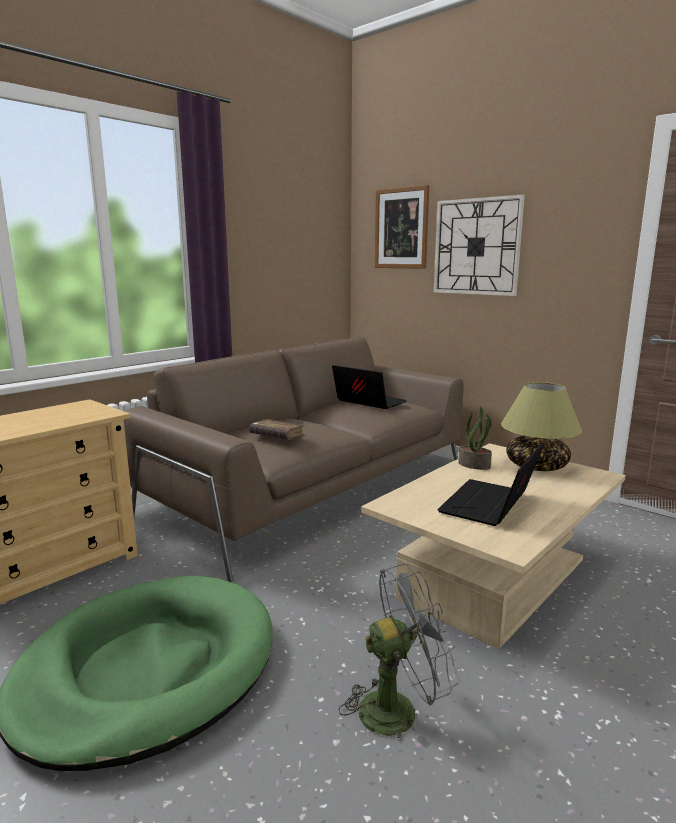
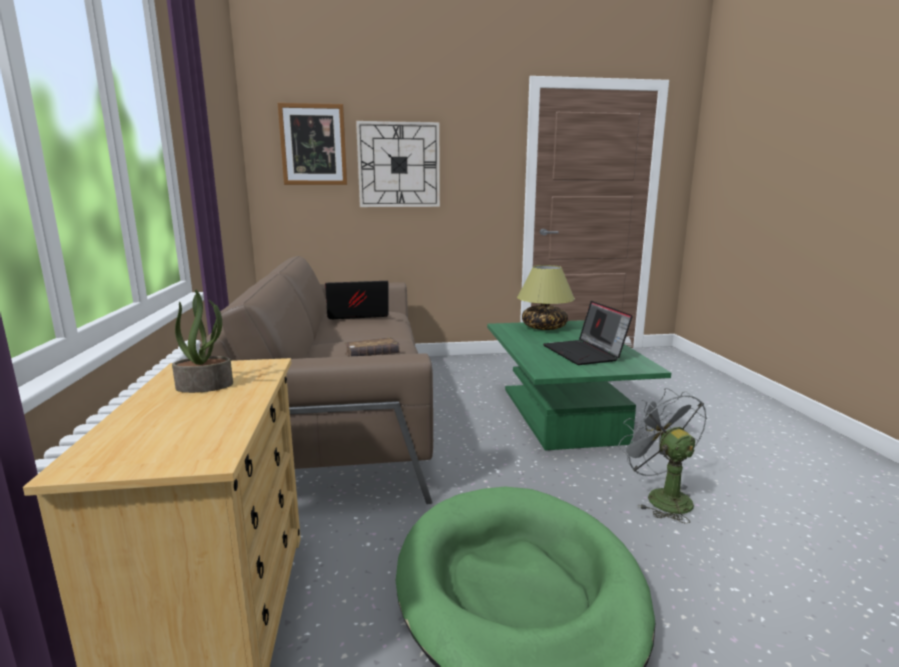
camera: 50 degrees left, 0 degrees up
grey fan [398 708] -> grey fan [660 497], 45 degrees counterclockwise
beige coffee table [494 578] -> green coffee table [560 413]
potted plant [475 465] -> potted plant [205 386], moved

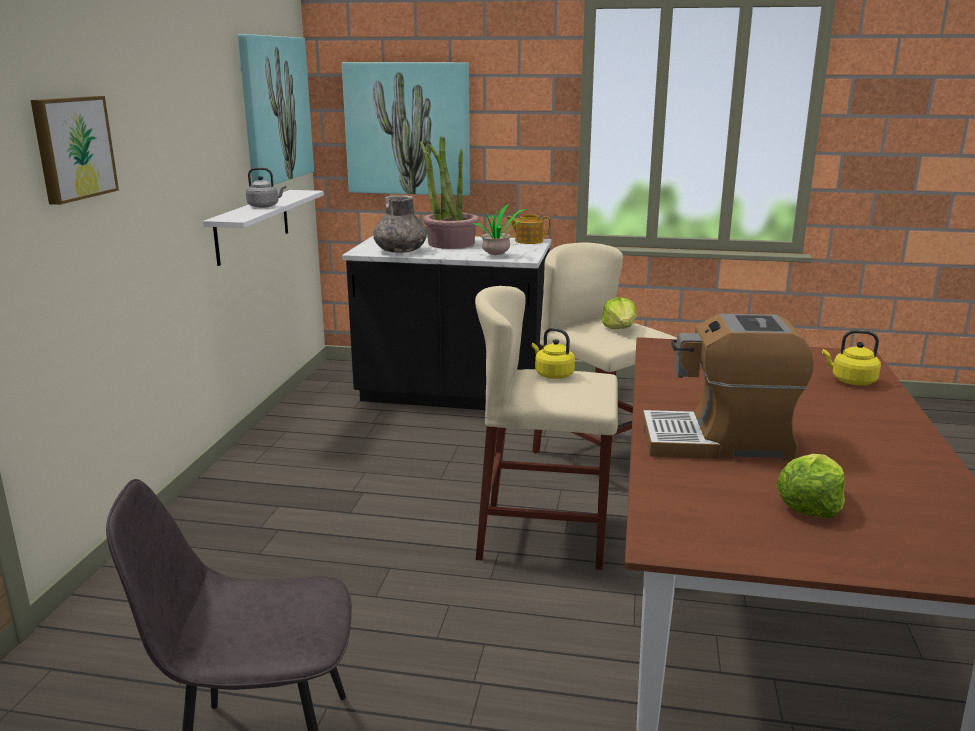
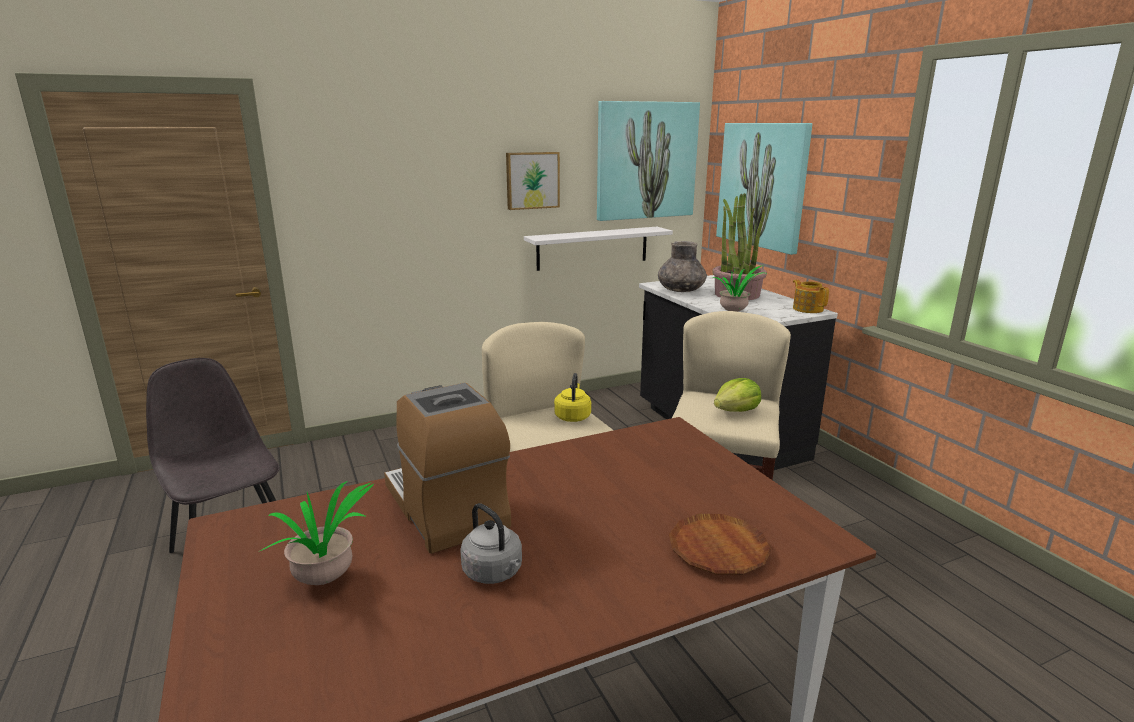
camera: 55 degrees right, 0 degrees up
picture [72 148] -> picture [532 180], moved
grey kettle [265 206] -> grey kettle [494 573], moved
lettuce [809 505] -> potted plant [328 580]
yellow kettle [851 381] -> brown plate [718 550]

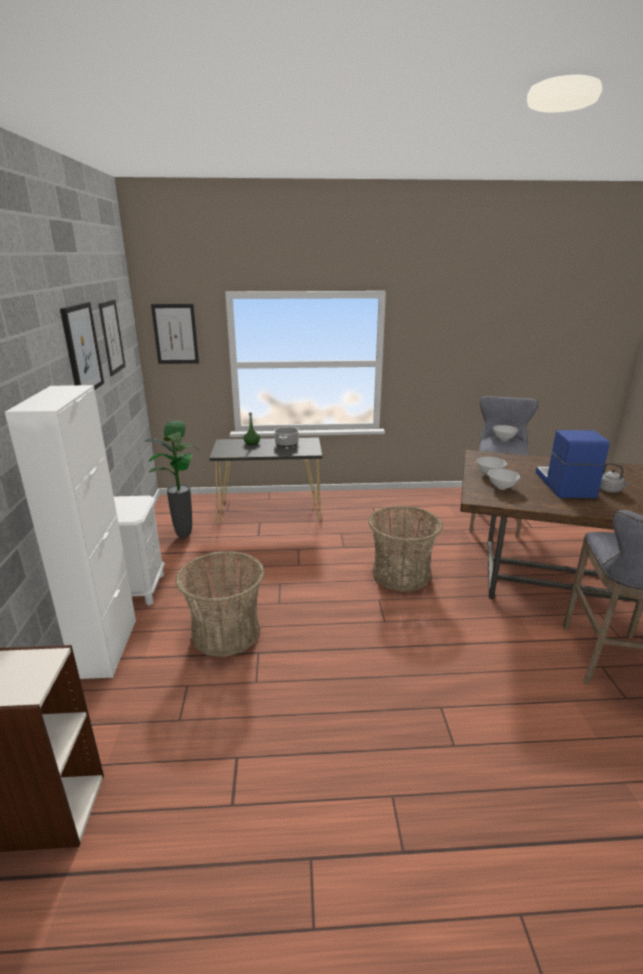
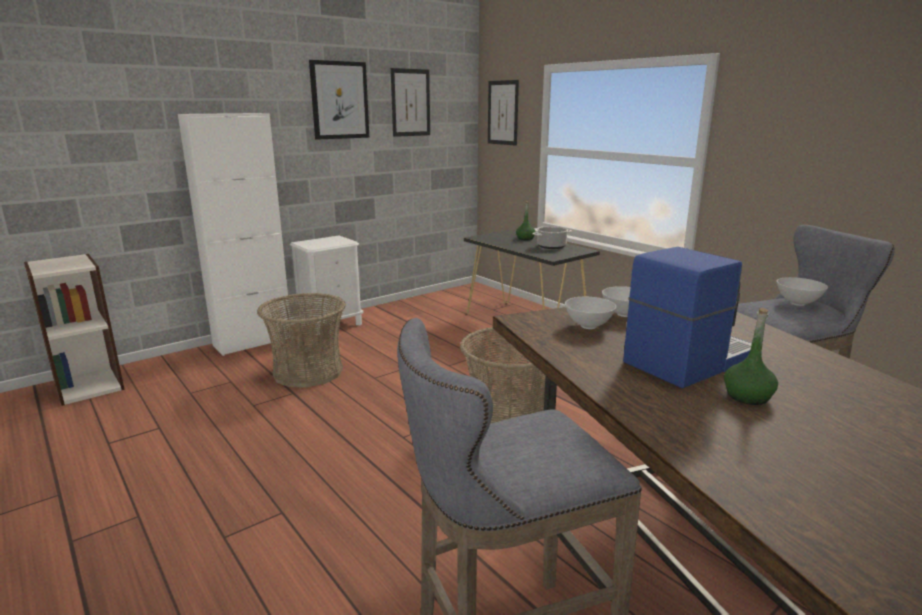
camera: 55 degrees right, 5 degrees down
potted plant [185 535] -> none
grey kettle [610 490] -> green bottle [747 396]

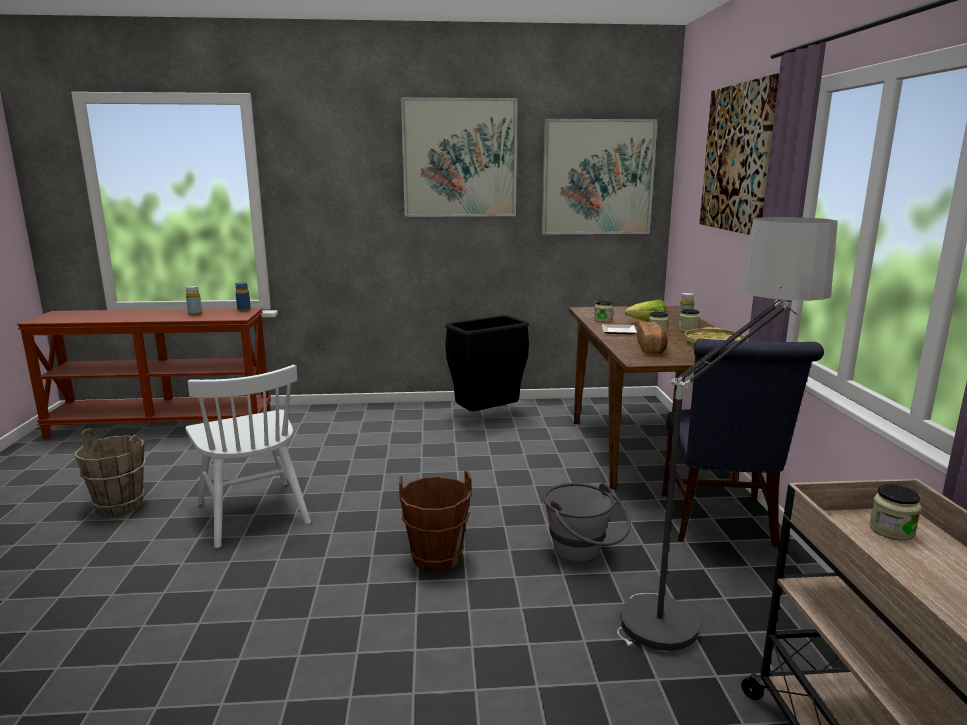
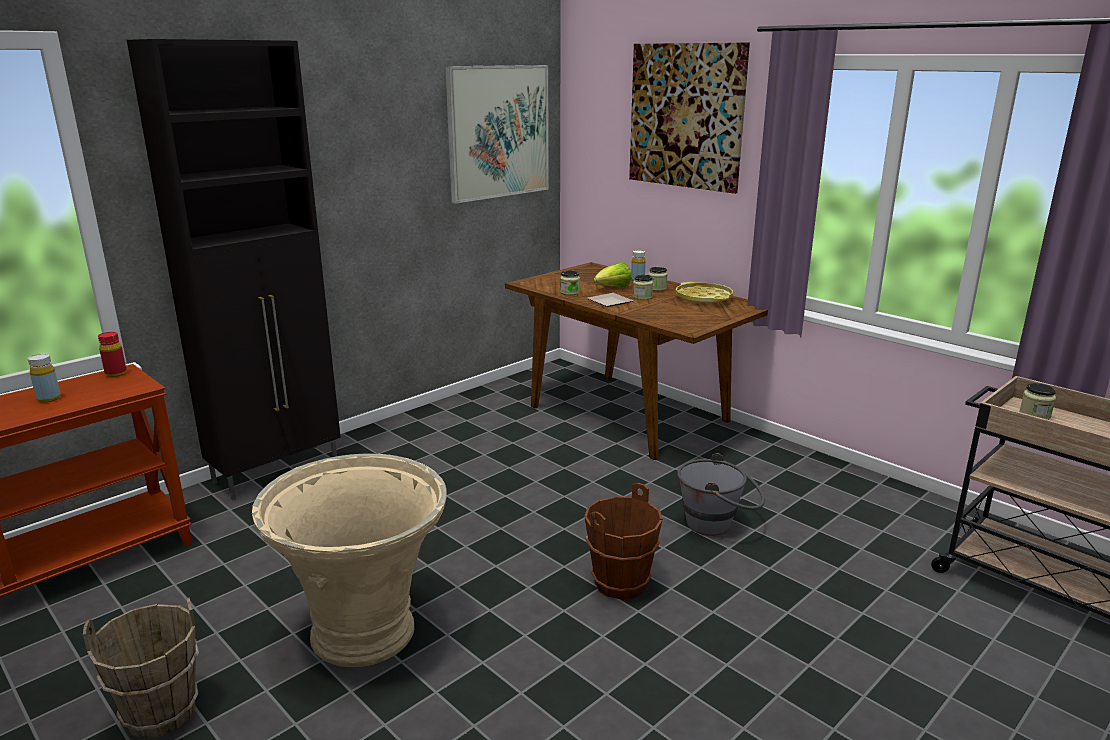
camera: 40 degrees left, 5 degrees up
white chair [253 513] -> beige planter [366 633]
blue bottle [244 310] -> red bottle [116 374]
picture [459 158] -> none
black trash can [487 417] -> none
floor lamp [700 606] -> none
bread [651 348] -> none
blue chair [719 523] -> none
none -> black cabinet [278 471]

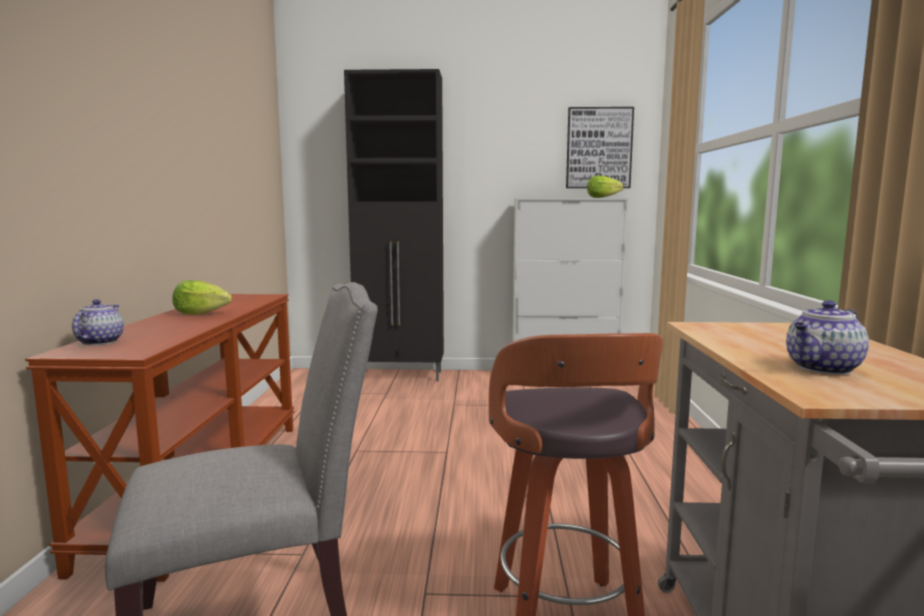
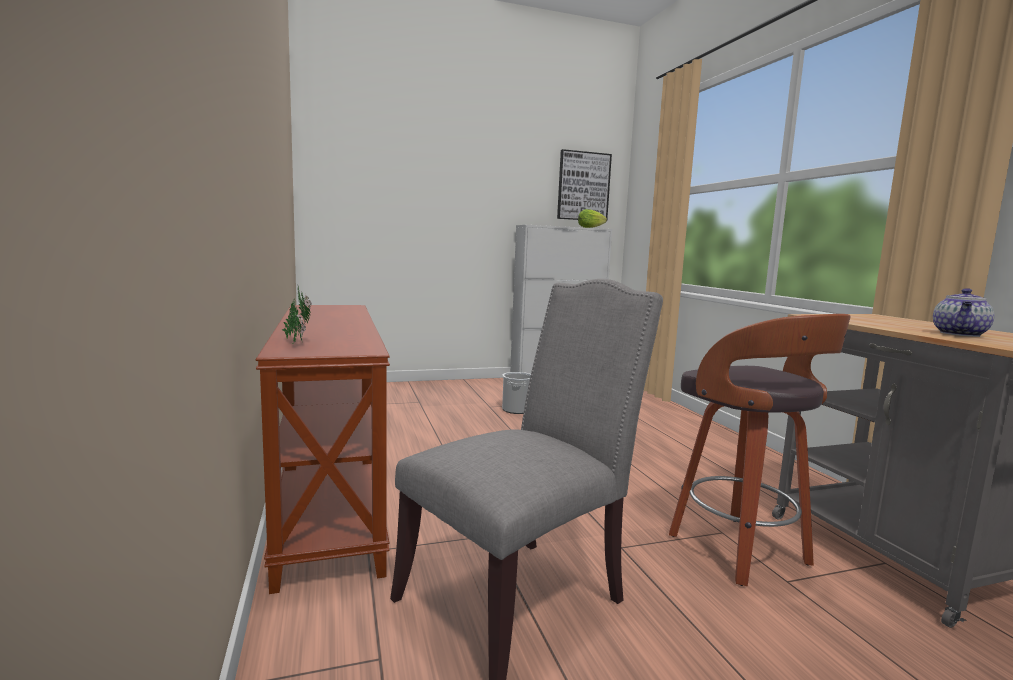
camera: 20 degrees left, 0 degrees up
teapot [100 342] -> potted plant [296 343]
lettuce [200 314] -> none
black cabinet [401 376] -> none
none -> bucket [516 410]

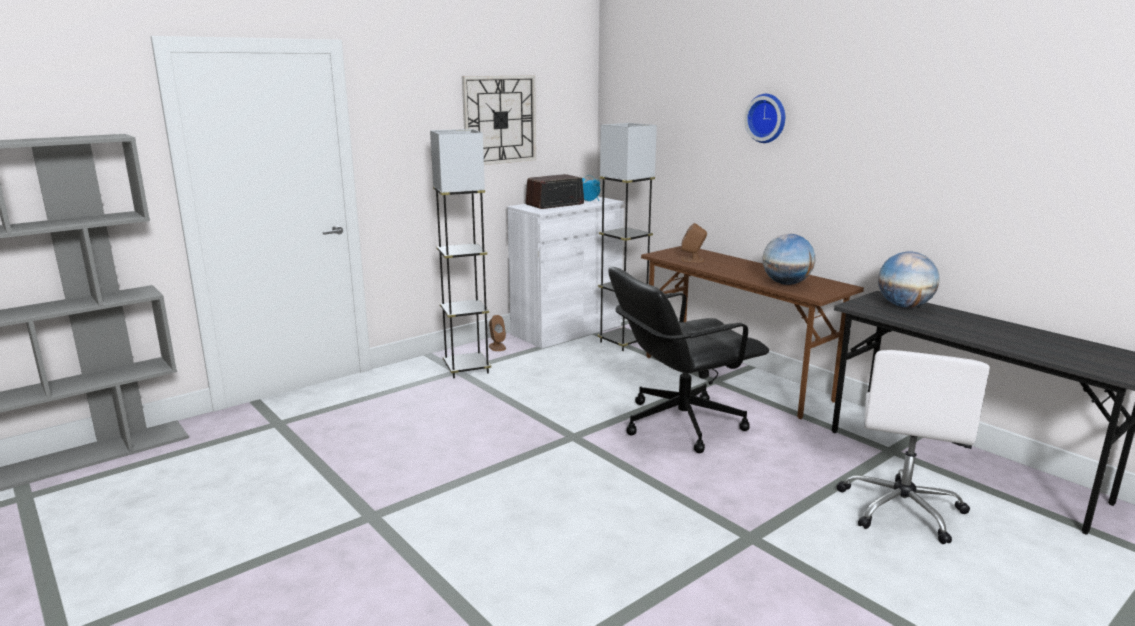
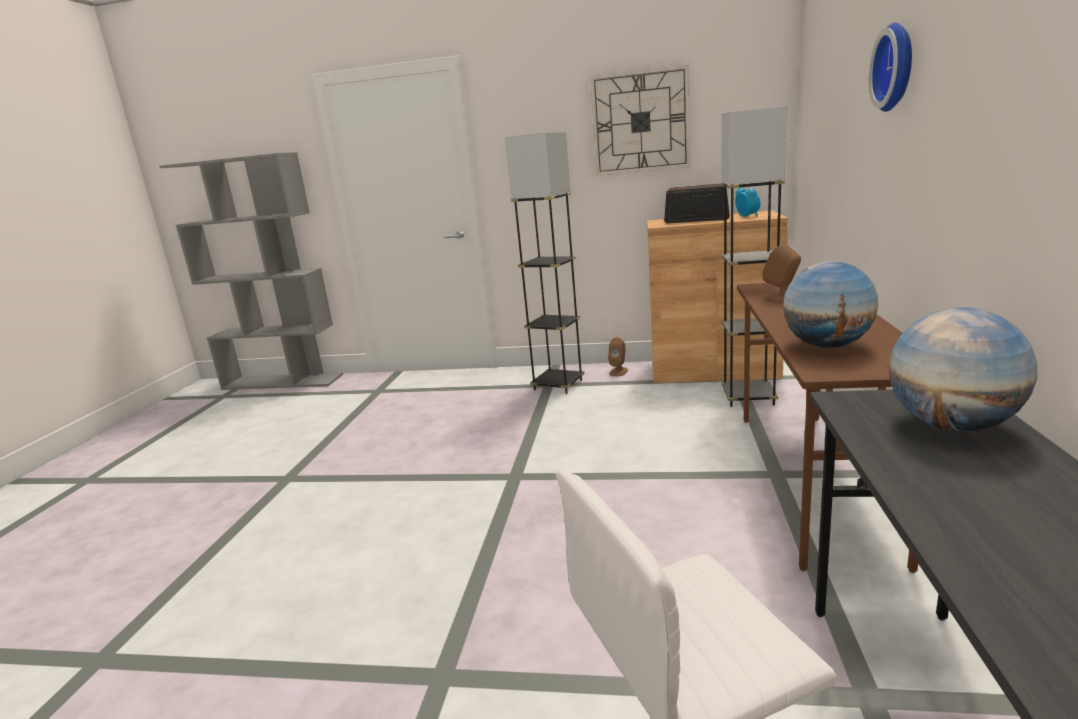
camera: 50 degrees right, 0 degrees up
white cabinet [566 330] -> brown cabinet [713 370]
black office chair [680 423] -> none

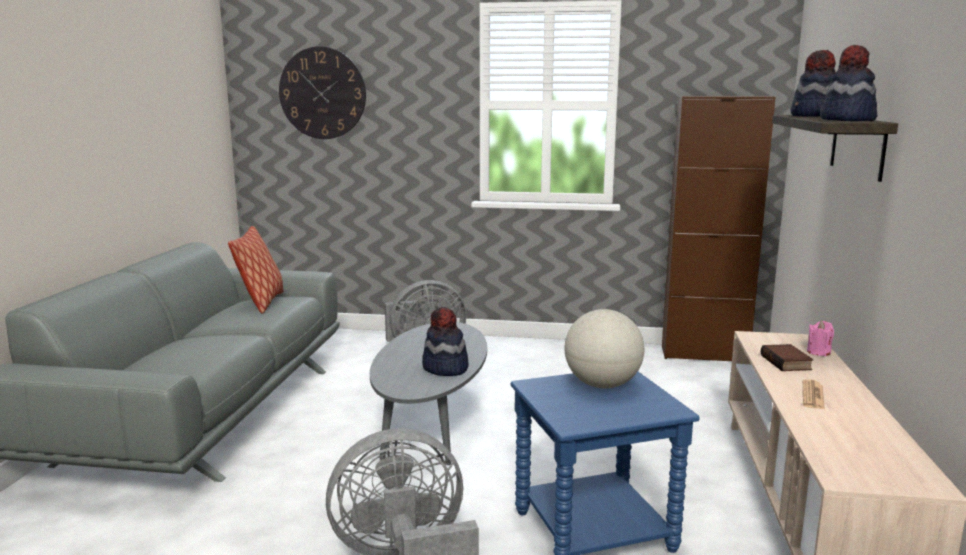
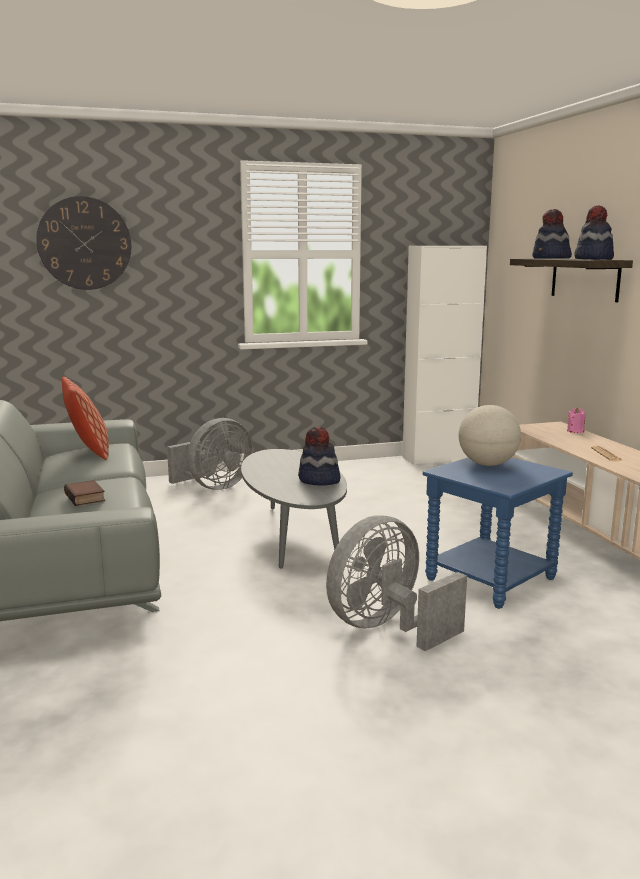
camera: 25 degrees left, 0 degrees up
brown cabinet [704 354] -> white cabinet [438 458]
book [787 362] -> book [86 497], moved

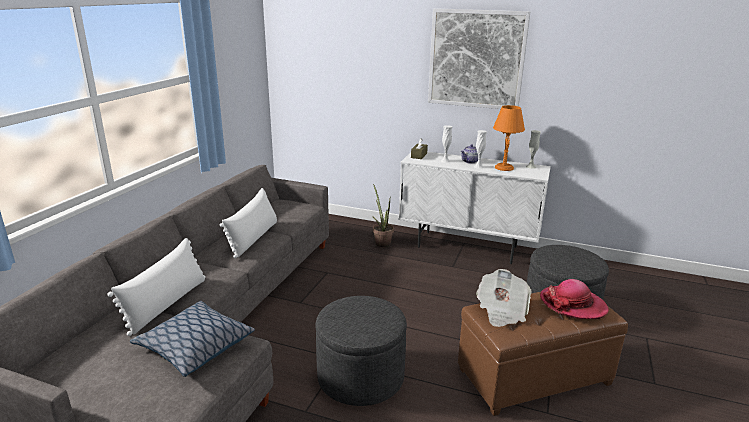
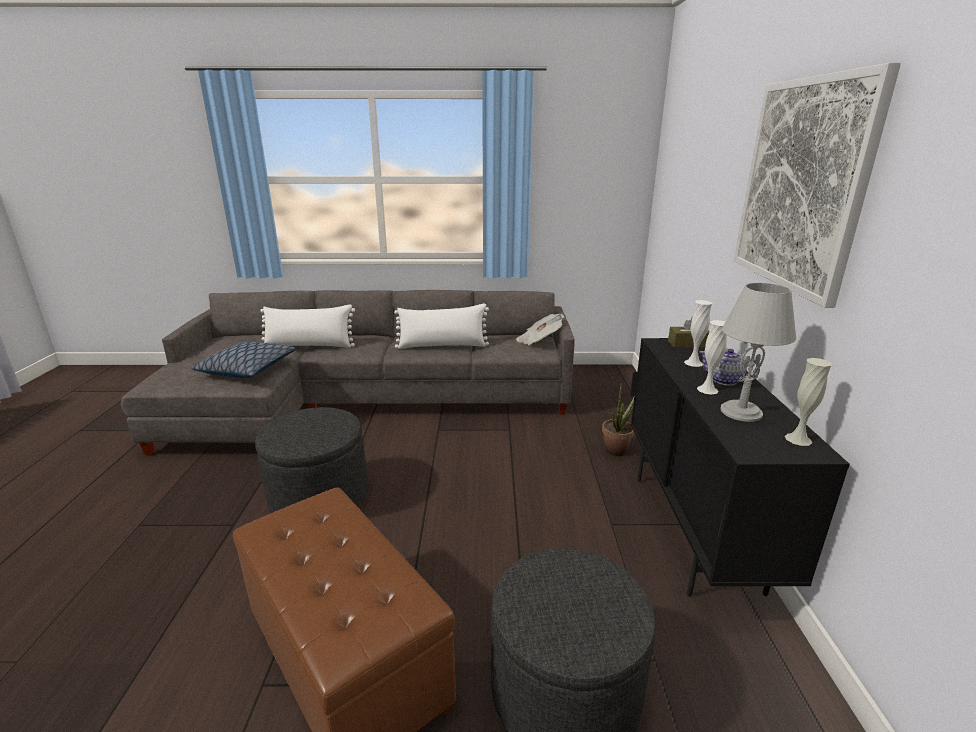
camera: 70 degrees right, 0 degrees up
white cabinet [467 247] -> black cabinet [693 530]
newspaper [501 311] -> newspaper [539 341], moved
orange table lamp [504 168] -> grey table lamp [741 412]
hat [573 304] -> none

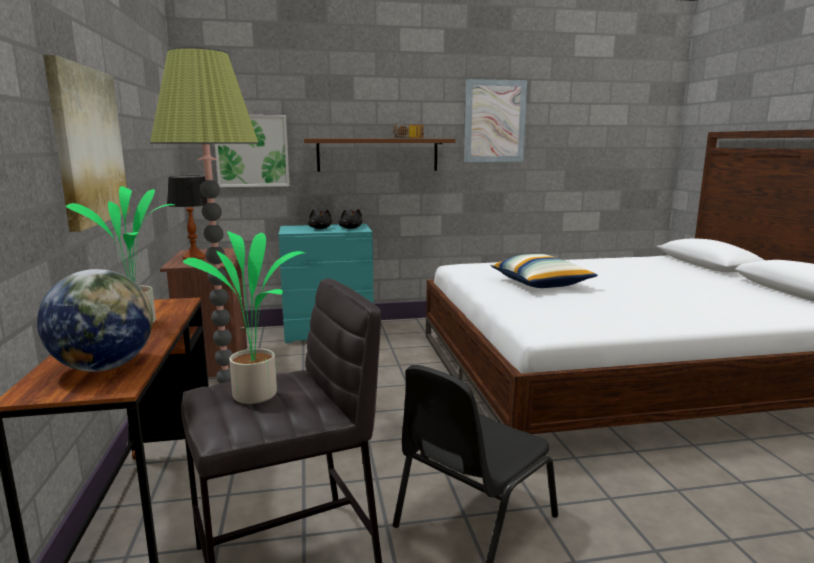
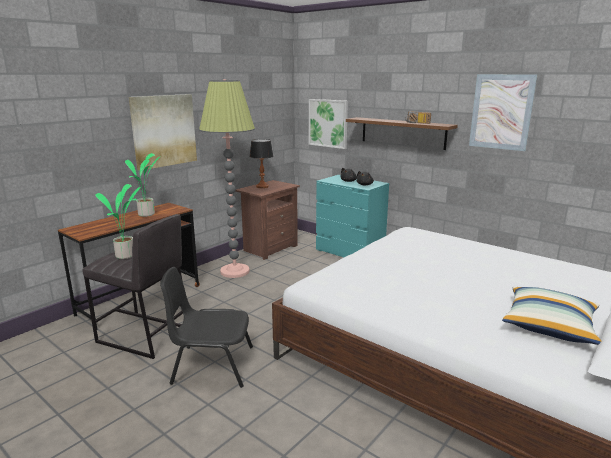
camera: 50 degrees right, 5 degrees up
globe [104 367] -> none
pillow [541 284] -> pillow [549 326], moved

